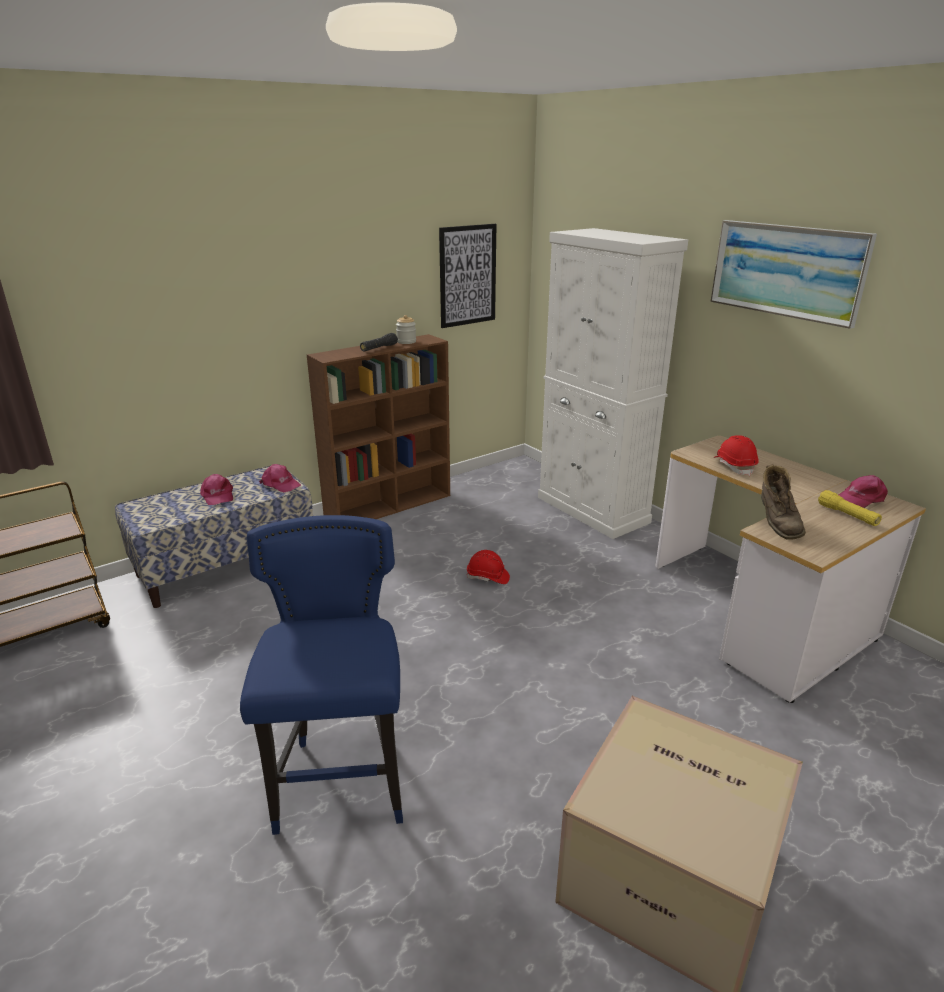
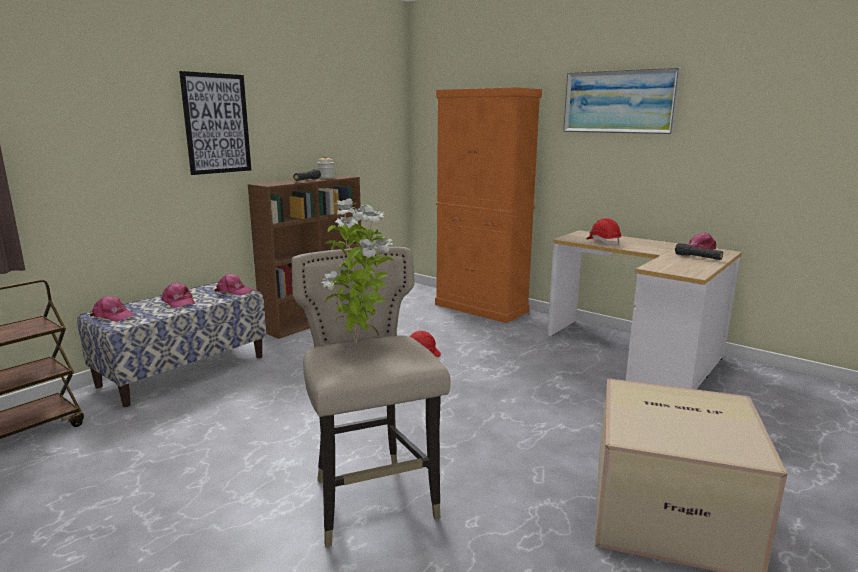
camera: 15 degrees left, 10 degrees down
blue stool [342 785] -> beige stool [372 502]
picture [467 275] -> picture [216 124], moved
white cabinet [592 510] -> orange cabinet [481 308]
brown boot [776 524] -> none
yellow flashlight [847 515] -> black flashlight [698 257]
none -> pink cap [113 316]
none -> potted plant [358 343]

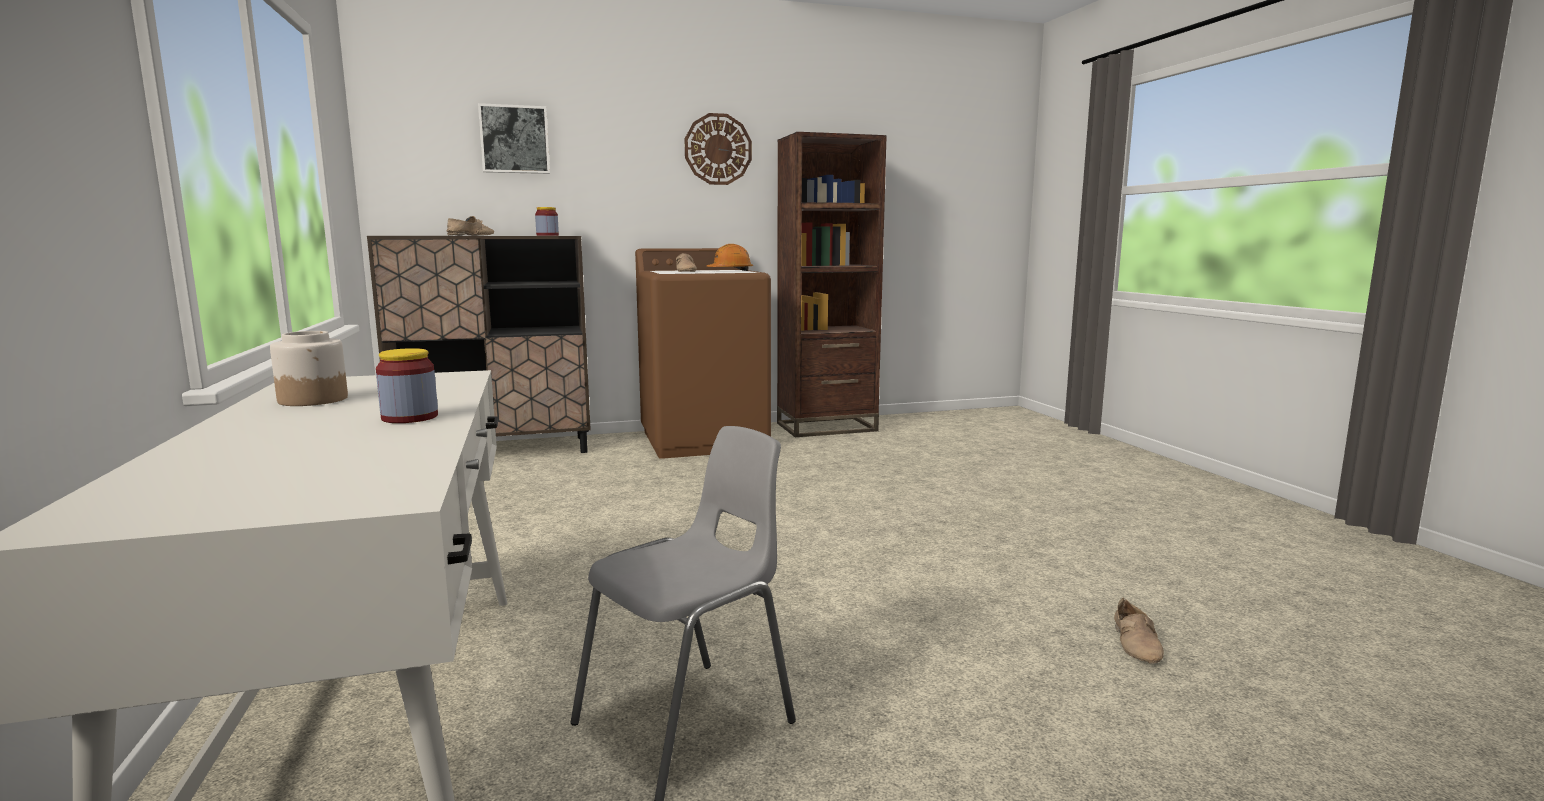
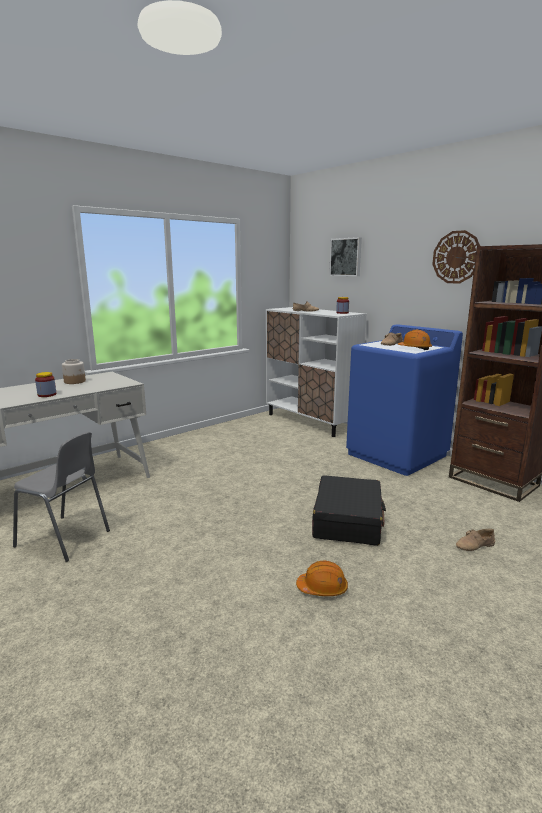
camera: 65 degrees right, 5 degrees up
brown cabinet [497 451] -> white cabinet [311 421]
brown washing machine [704 440] -> blue washing machine [397 455]
beige shoe [1137 643] -> beige shoe [475 545], moved
none -> orange hard hat [322 588]
none -> black suitcase [348 521]

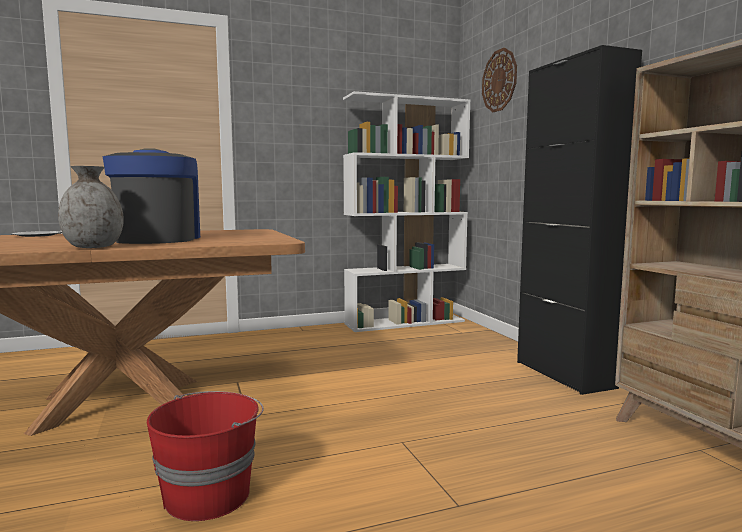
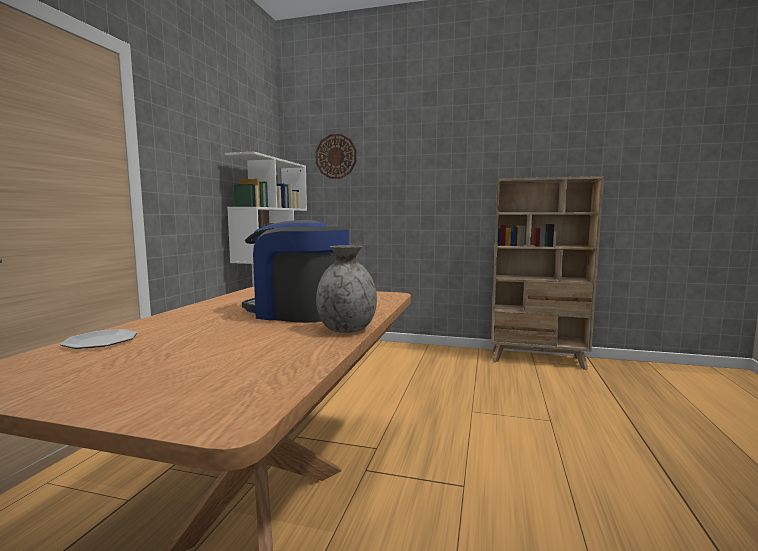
camera: 55 degrees left, 0 degrees up
red bucket [209 495] -> none
black cabinet [564 374] -> none

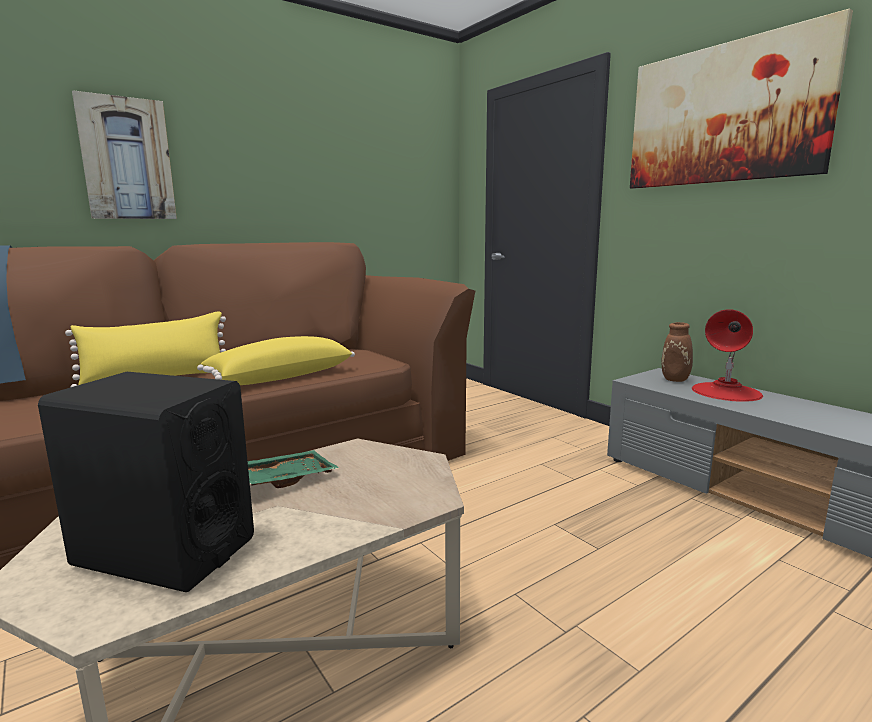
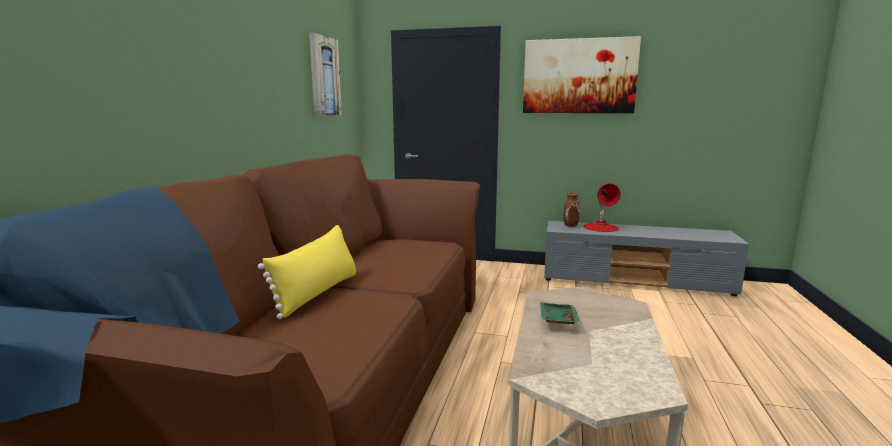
camera: 40 degrees left, 0 degrees up
black speaker [165 551] -> none
picture [127 159] -> picture [324 76], moved
yellow pillow [280 377] -> none

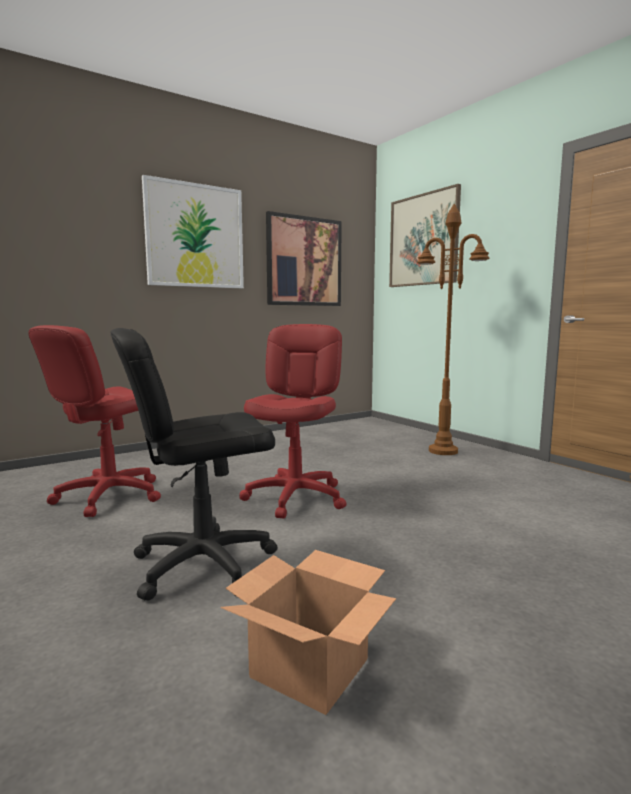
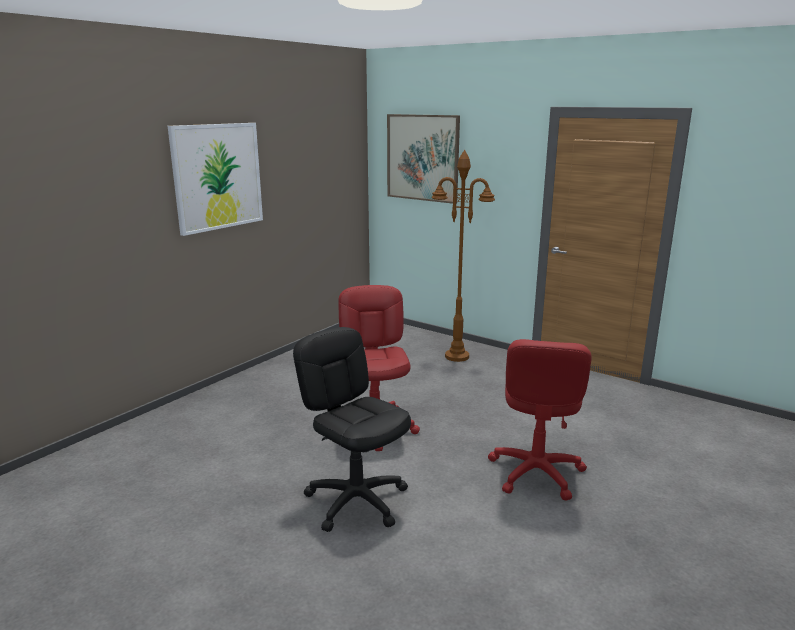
camera: 20 degrees left, 10 degrees up
red office chair [109 496] -> red office chair [535 473], moved
black office chair [203 564] -> black office chair [357 500], 90 degrees clockwise
cardboard box [307 668] -> none
picture [304 261] -> none

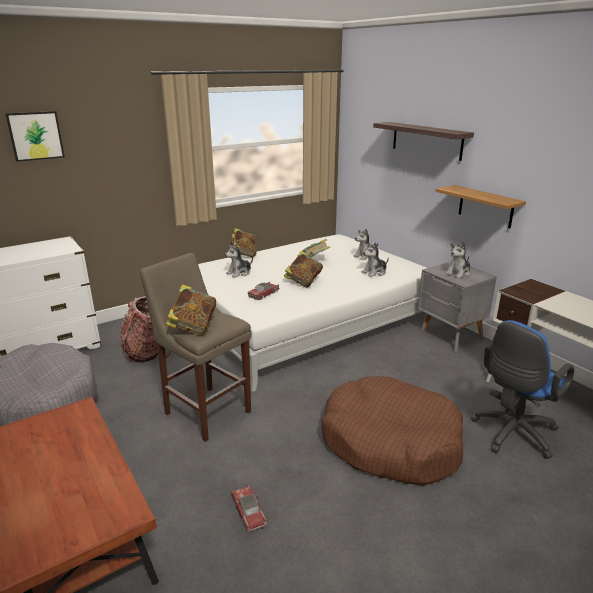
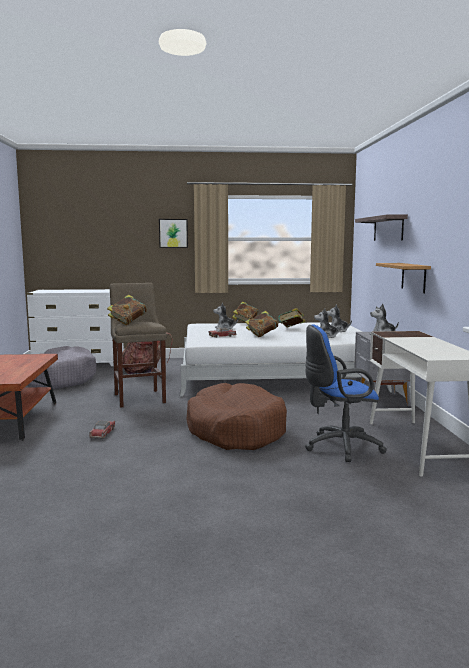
camera: 30 degrees right, 15 degrees down
picture [35 135] -> picture [173 233], moved

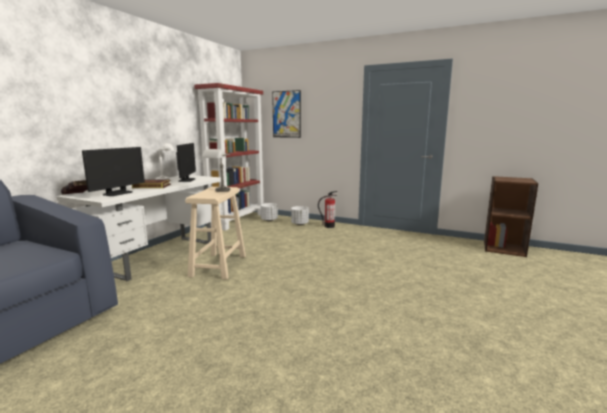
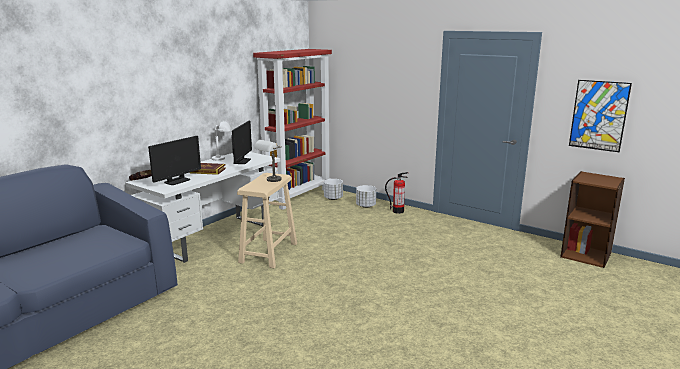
camera: 10 degrees right, 5 degrees up
picture [286 114] -> picture [598 115], moved

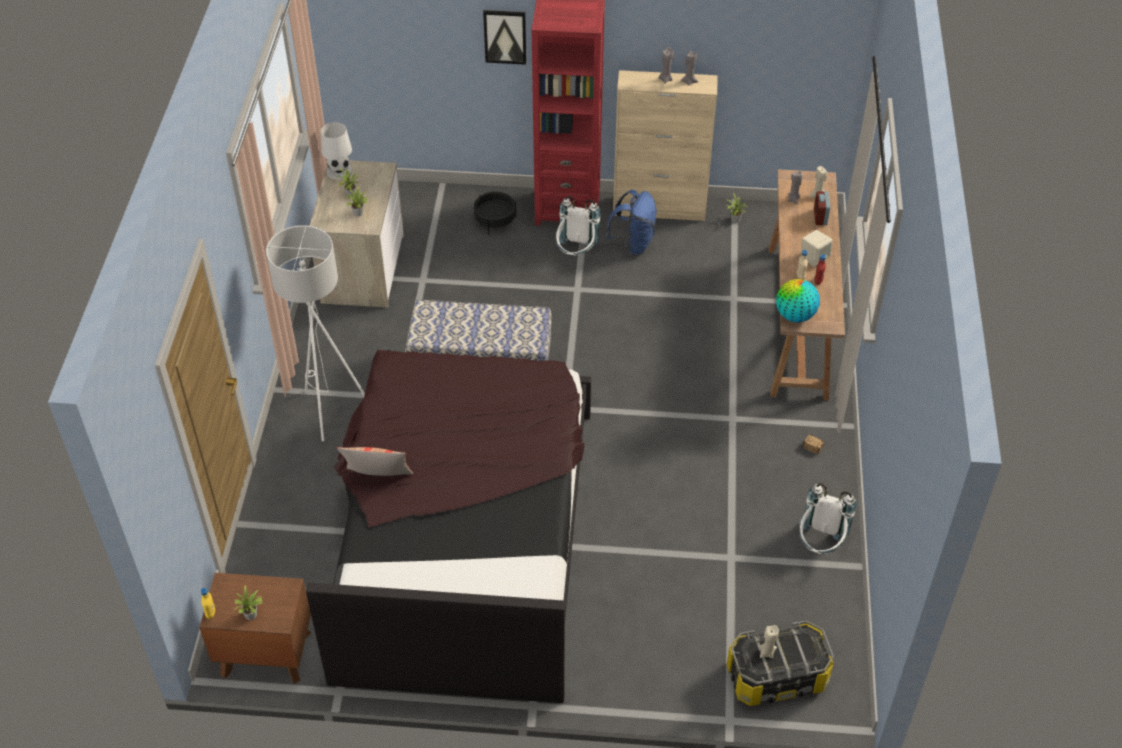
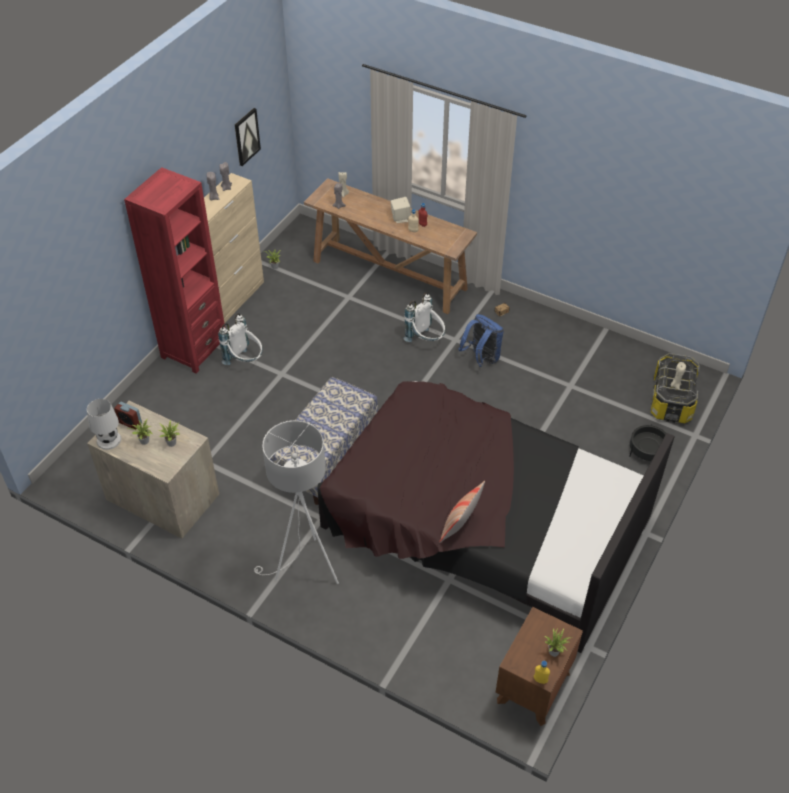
camera: 65 degrees left, 0 degrees up
black planter [495 221] -> black planter [647 451], moved
picture [505 36] -> picture [246 136], moved
blue backpack [633 244] -> blue backpack [481 358], moved
globe [795 315] -> none
white backpack [820 545] -> white backpack [426 340], moved
alarm clock [820 217] -> alarm clock [130 423], moved

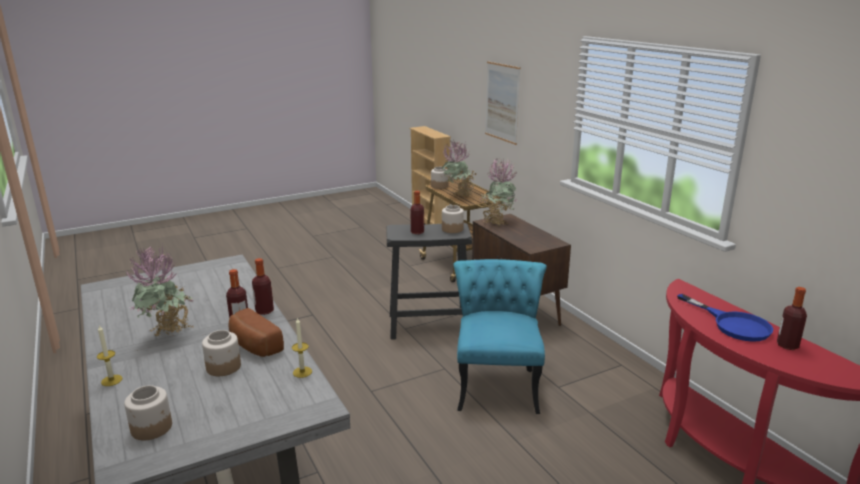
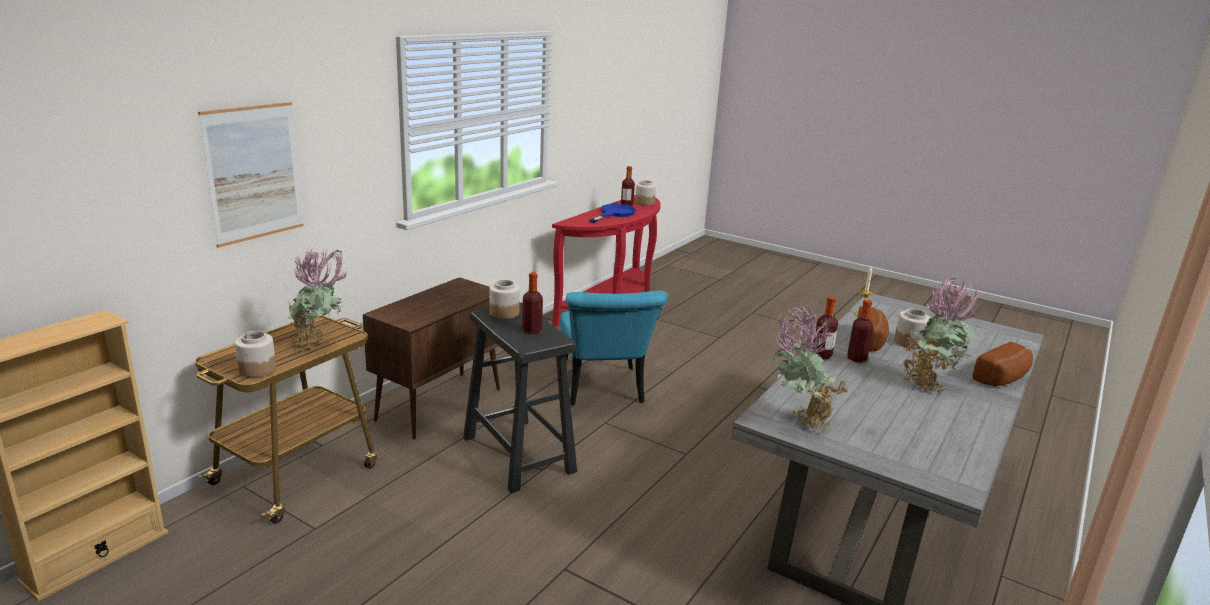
camera: 120 degrees left, 0 degrees up
candle [111 380] -> bread [1003 378]
jar [152 428] -> jar [644 202], moved
turquoise chair [497 383] -> turquoise chair [603 391], 75 degrees counterclockwise
potted plant [497 222] -> potted plant [798 422], moved

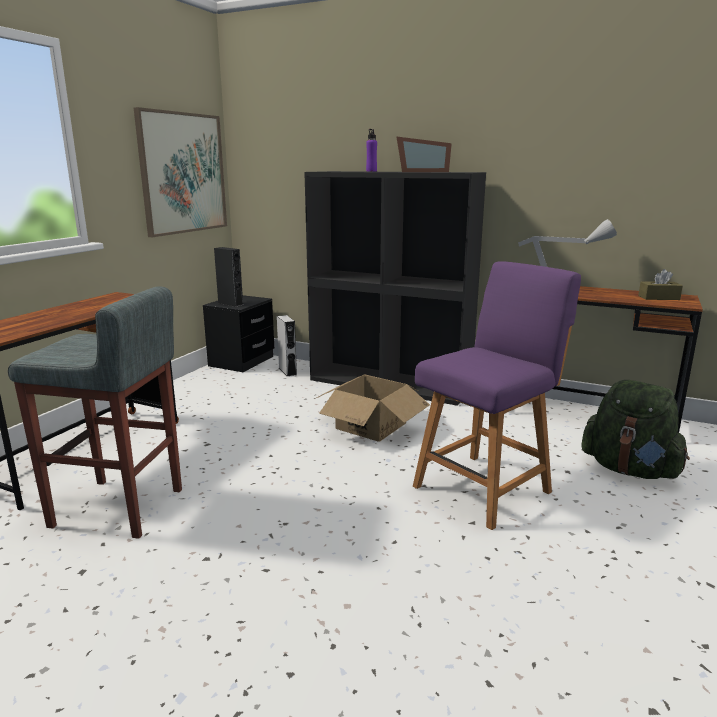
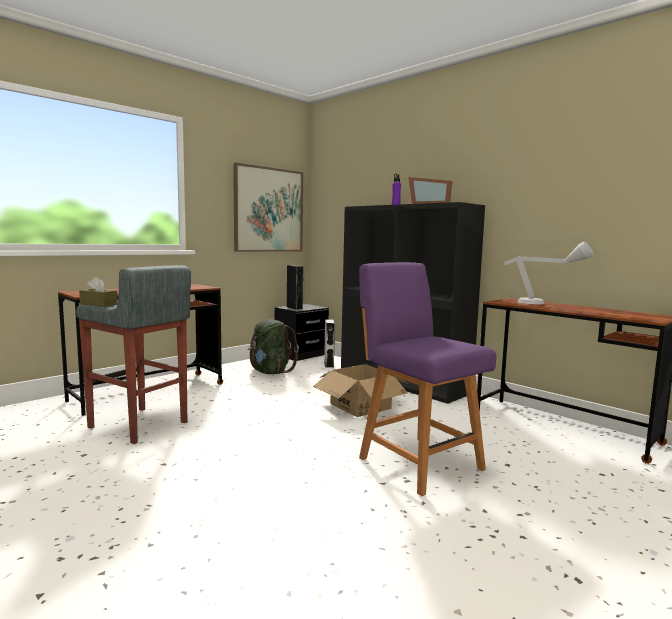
camera: 20 degrees right, 10 degrees down
purple chair [485 487] -> purple chair [417 462], 105 degrees counterclockwise
green backpack [630 469] -> green backpack [270 372], moved
brown tissue box [658 298] -> brown tissue box [98 304], moved

